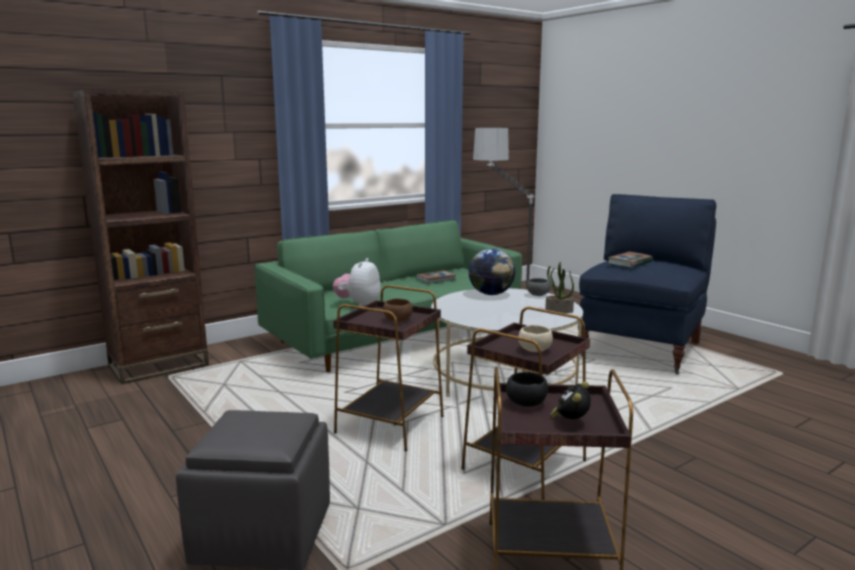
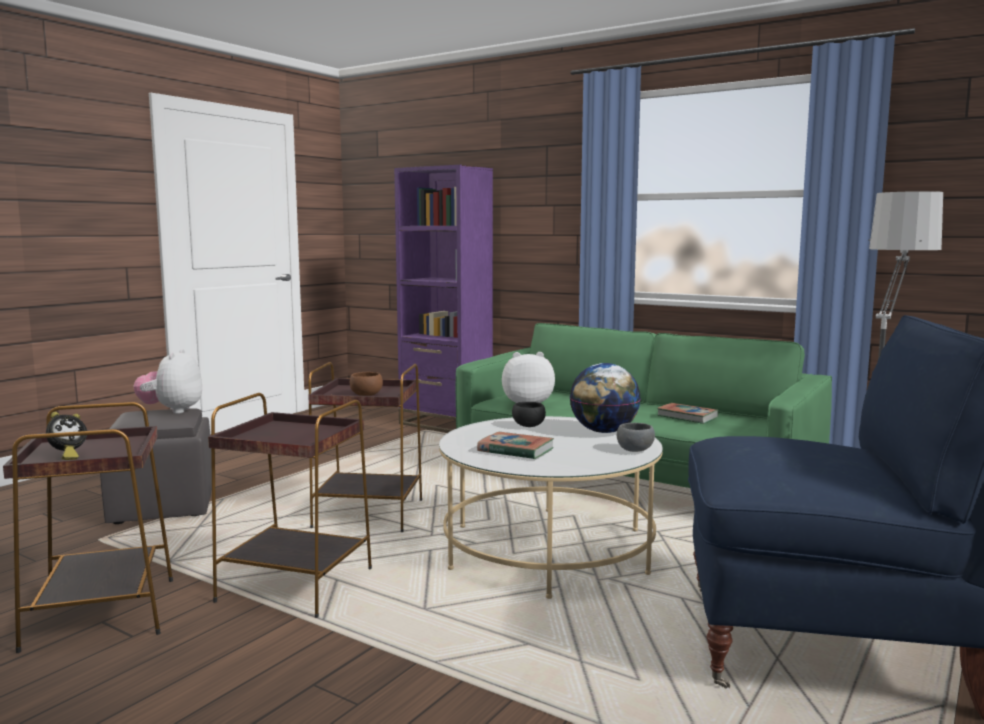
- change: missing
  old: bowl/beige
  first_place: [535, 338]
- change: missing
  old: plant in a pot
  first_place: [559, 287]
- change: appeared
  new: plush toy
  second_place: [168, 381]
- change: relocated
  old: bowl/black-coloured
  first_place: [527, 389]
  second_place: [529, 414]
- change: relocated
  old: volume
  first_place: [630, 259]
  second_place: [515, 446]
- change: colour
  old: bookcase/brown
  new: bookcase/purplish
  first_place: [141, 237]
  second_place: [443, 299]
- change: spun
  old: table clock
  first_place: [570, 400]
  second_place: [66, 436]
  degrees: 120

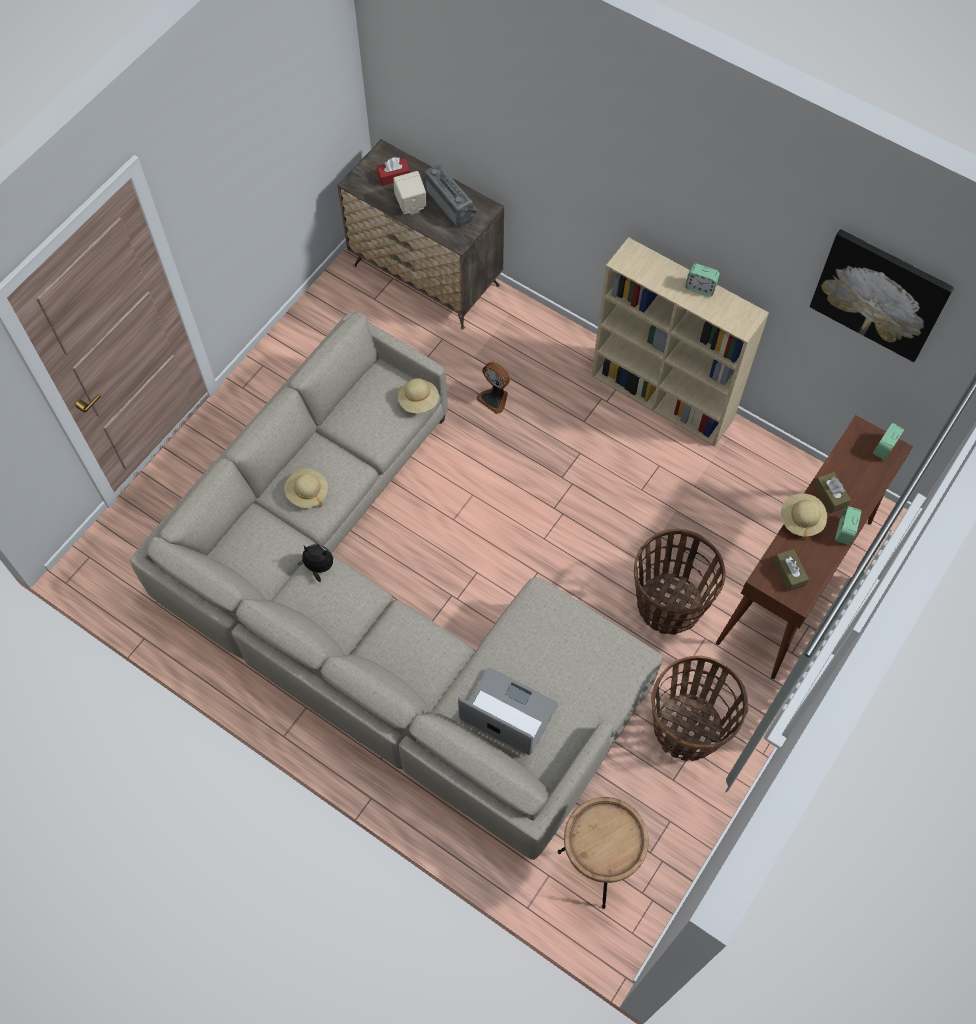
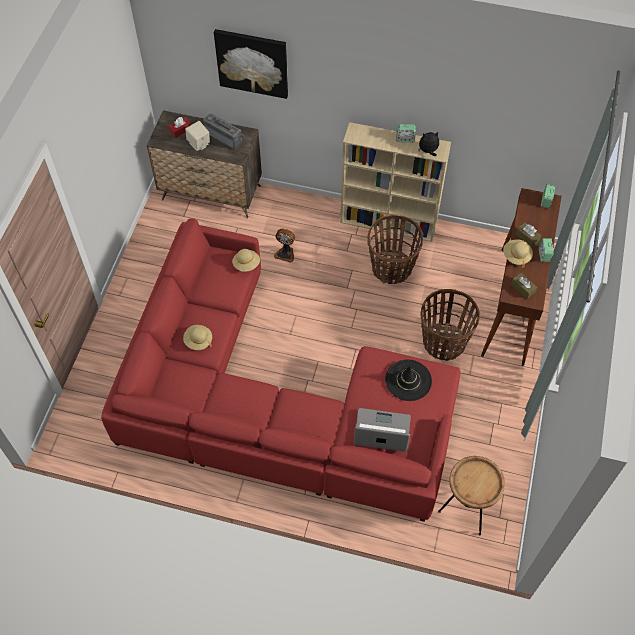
- change: appeared
  new: clothing hat/black-coloured
  second_place: [408, 380]
- change: relocated
  old: plush toy
  first_place: [315, 563]
  second_place: [429, 144]
- change: relocated
  old: basket
  first_place: [699, 708]
  second_place: [395, 249]
- change: relocated
  old: picture
  first_place: [882, 295]
  second_place: [251, 64]
- change: colour
  old: sofa/beige
  new: sofa/reddish
  first_place: [396, 586]
  second_place: [280, 370]

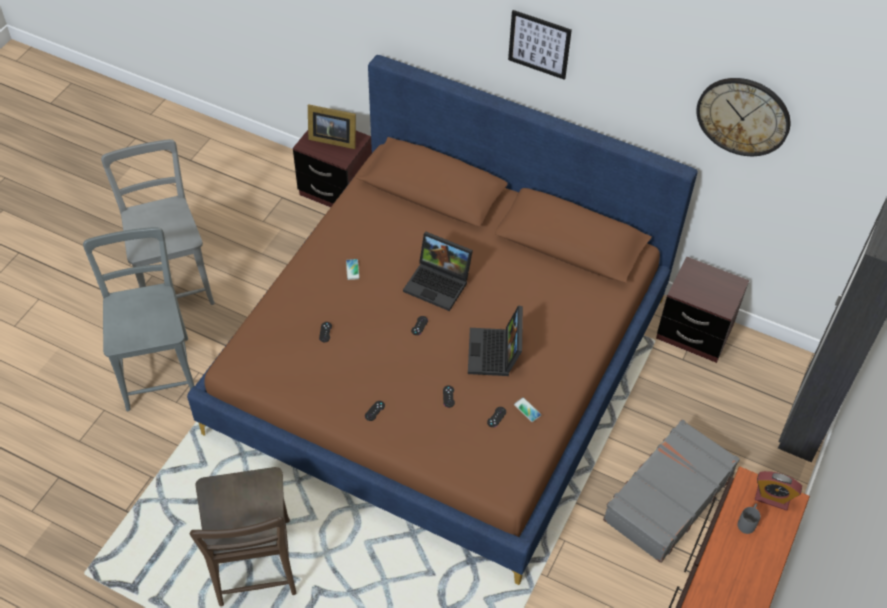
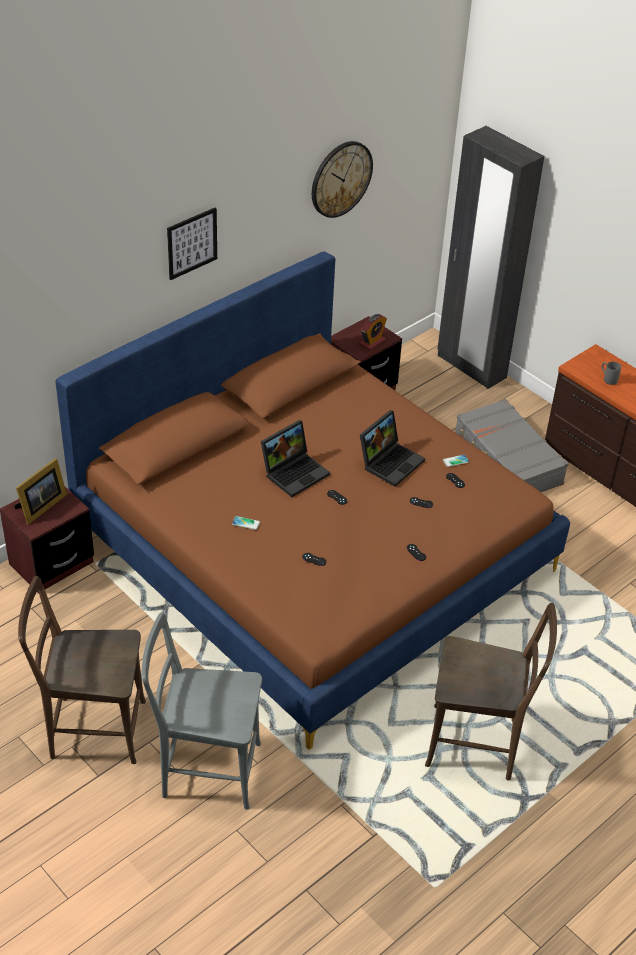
- change: relocated
  old: table clock
  first_place: [778, 491]
  second_place: [373, 332]
- change: colour
  old: chair/greyish
  new: chair/brown
  first_place: [158, 222]
  second_place: [82, 670]
- change: spun
  old: notebook computer
  first_place: [495, 340]
  second_place: [392, 448]
  degrees: -75

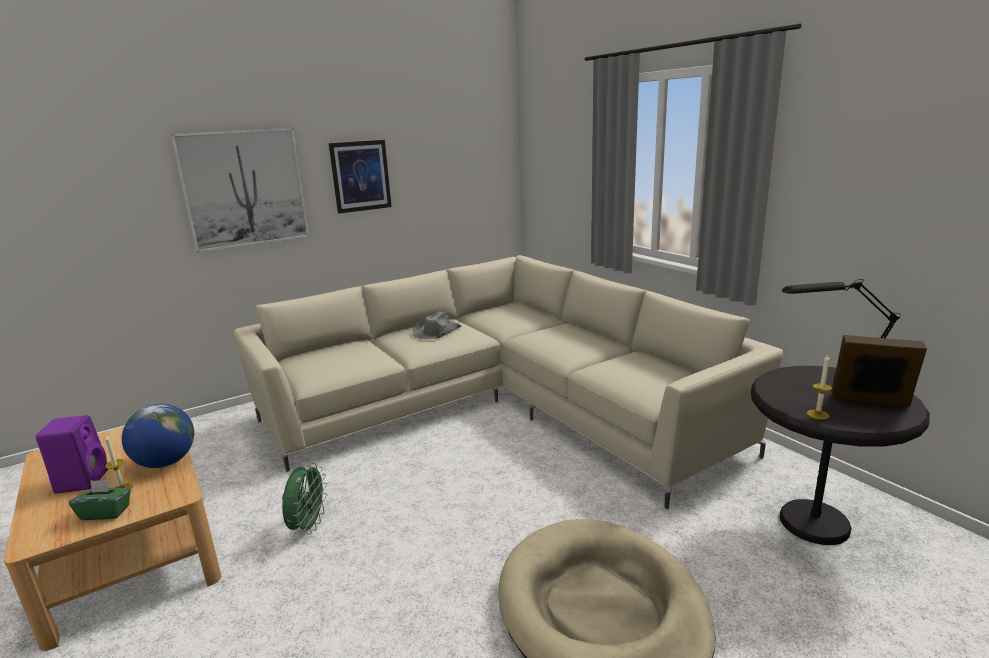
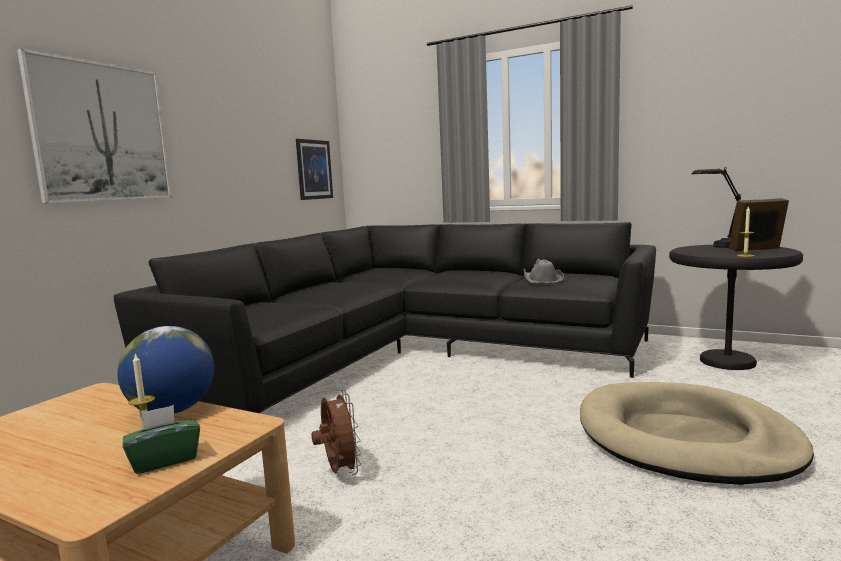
- change: missing
  old: loudspeaker/purplish
  first_place: [72, 454]
- change: relocated
  old: picture
  first_place: [360, 177]
  second_place: [314, 169]
- change: relocated
  old: clothing hat/greyish
  first_place: [437, 325]
  second_place: [544, 271]
- change: colour
  old: sofa/beige
  new: sofa/black-coloured
  first_place: [508, 382]
  second_place: [385, 317]
- change: colour
  old: cooling fan/greenish
  new: cooling fan/brown
  first_place: [305, 499]
  second_place: [336, 432]

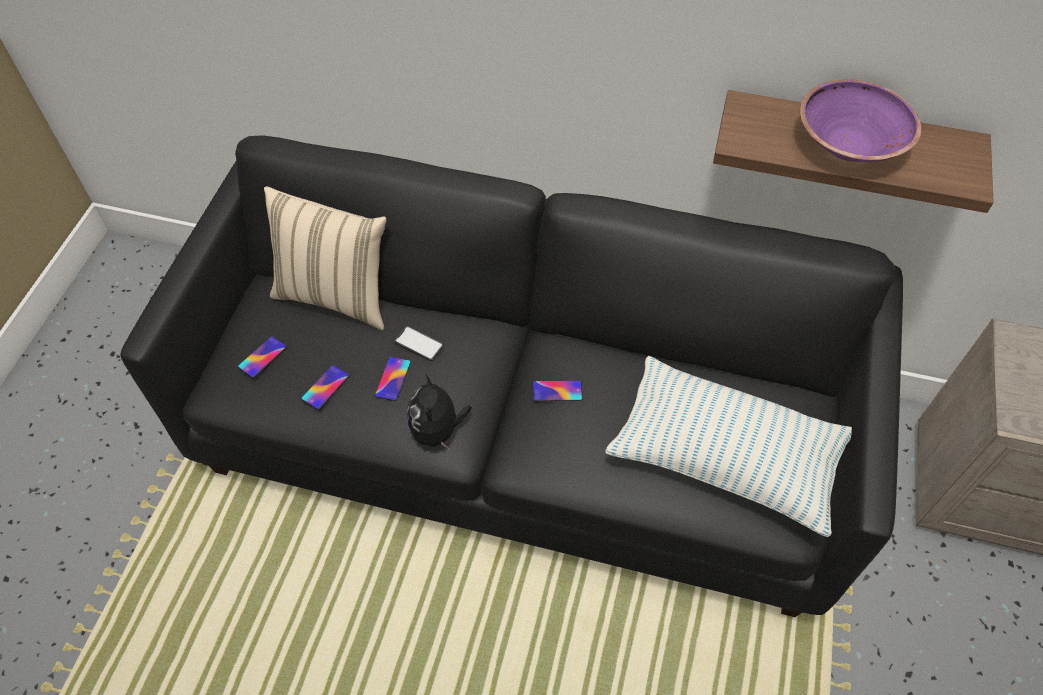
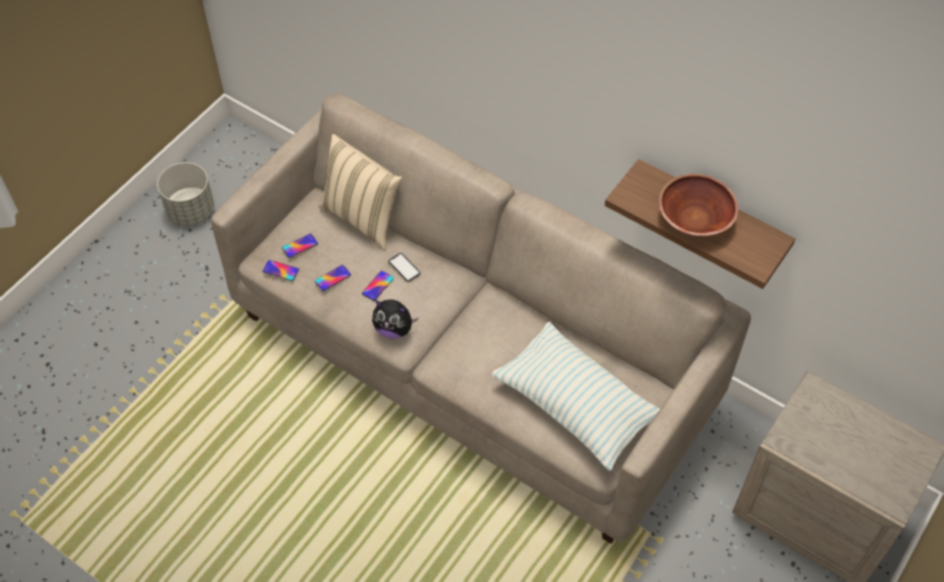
- change: appeared
  new: planter/greyish
  second_place: [185, 194]
- change: relocated
  old: telephone
  first_place: [558, 390]
  second_place: [281, 270]
- change: colour
  old: sofa/black-coloured
  new: sofa/beige
  first_place: [511, 376]
  second_place: [481, 319]
- change: colour
  old: bowl/purplish
  new: bowl/brown
  first_place: [861, 120]
  second_place: [698, 205]
- change: spun
  old: plush toy
  first_place: [439, 413]
  second_place: [395, 319]
  degrees: -90

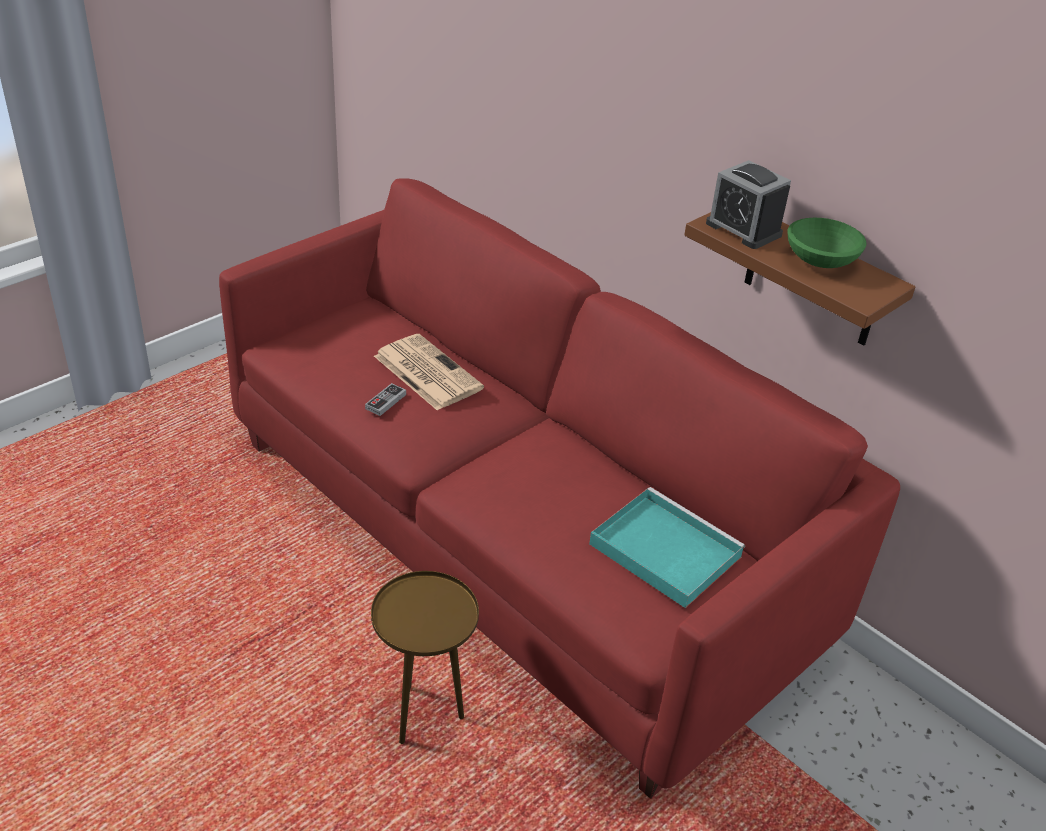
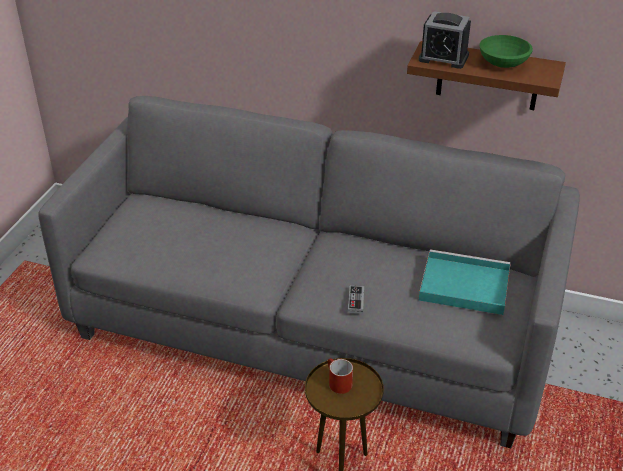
- change: missing
  old: daily paper
  first_place: [429, 372]
- change: appeared
  new: mug/reddish
  second_place: [340, 376]
- change: relocated
  old: joypad
  first_place: [385, 399]
  second_place: [356, 299]
- change: colour
  old: sofa/reddish
  new: sofa/greyish
  first_place: [559, 488]
  second_place: [309, 272]

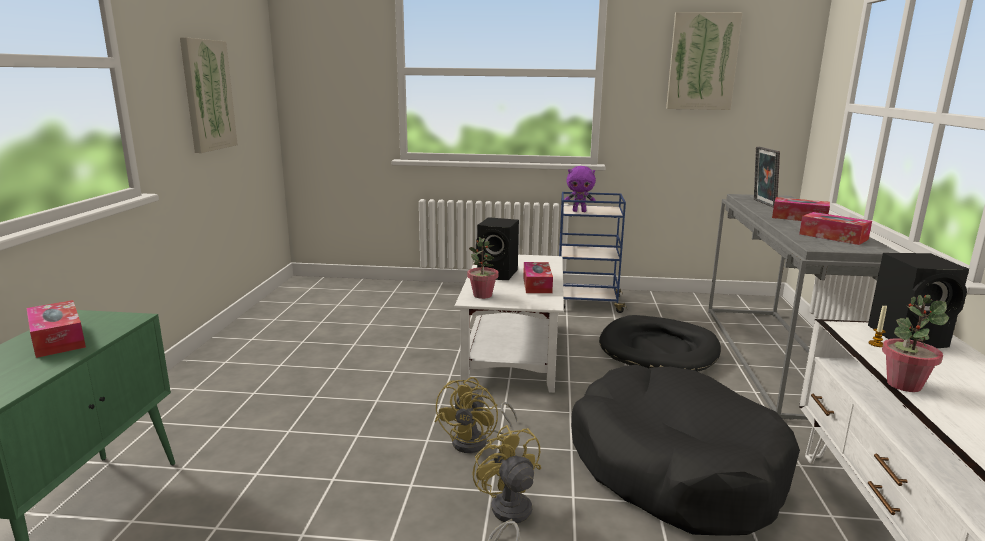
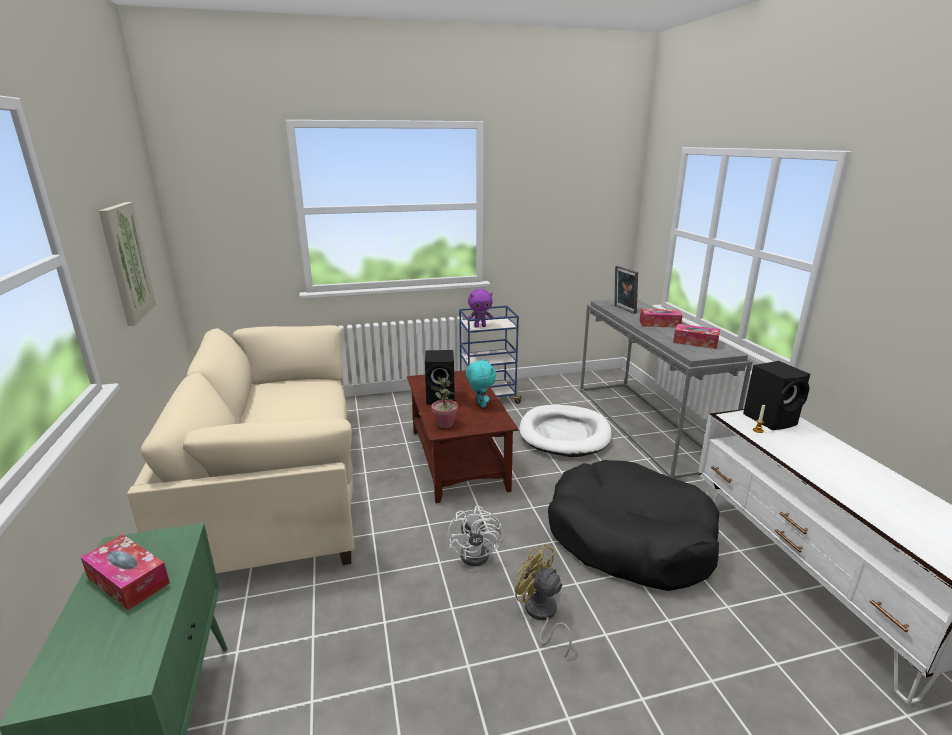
- change: missing
  old: picture
  first_place: [704, 61]
- change: missing
  old: plant in a pot
  first_place: [915, 343]
- change: appeared
  new: sofa/beige
  second_place: [240, 449]
- change: exchanged
  old: tissue box
  new: plush toy/turquoise-coloured
  first_place: [538, 277]
  second_place: [481, 383]
- change: colour
  old: cooling fan/yellow-coloured
  new: cooling fan/whitish
  first_place: [476, 415]
  second_place: [475, 535]
- change: colour
  old: coffee table/whitish
  new: coffee table/brown
  first_place: [509, 324]
  second_place: [462, 436]
- change: colour
  old: dog cushion/black-coloured
  new: dog cushion/whitish
  first_place: [660, 343]
  second_place: [565, 431]

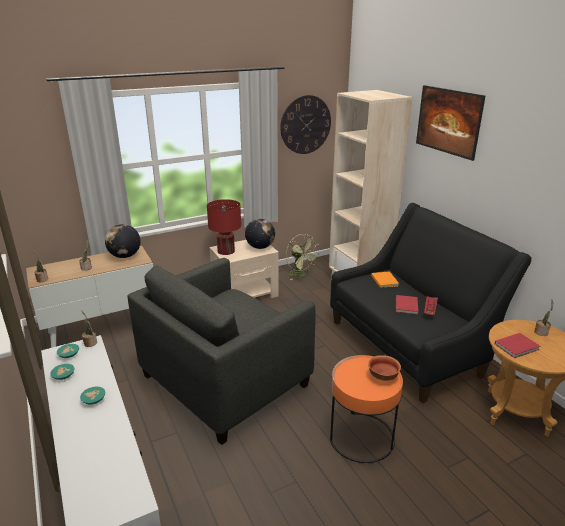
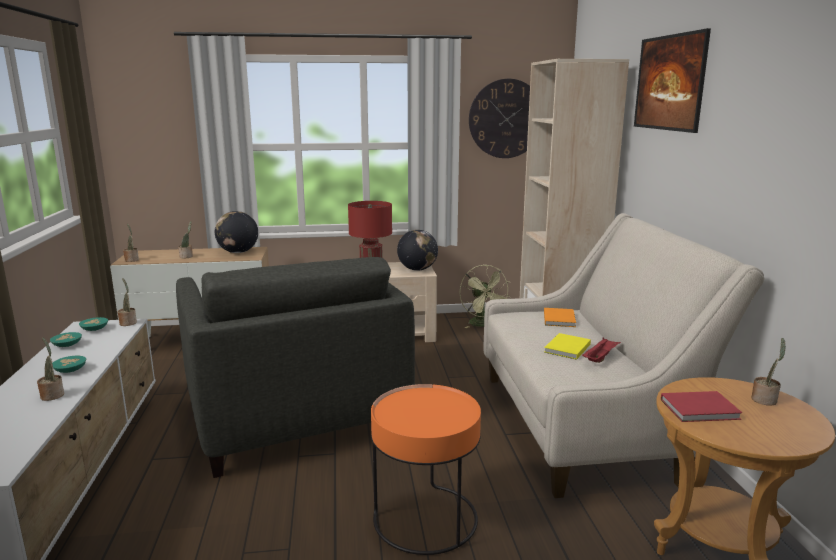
- change: missing
  old: bowl
  first_place: [384, 368]
- change: appeared
  new: plant in a pot
  second_place: [50, 369]
- change: colour
  old: sofa/black-coloured
  new: sofa/beige
  first_place: [431, 303]
  second_place: [624, 355]
- change: colour
  old: volume/reddish
  new: volume/yellow-coloured
  first_place: [407, 305]
  second_place: [567, 346]
- change: spun
  old: armchair/greyish
  first_place: [221, 351]
  second_place: [295, 367]
  degrees: -90

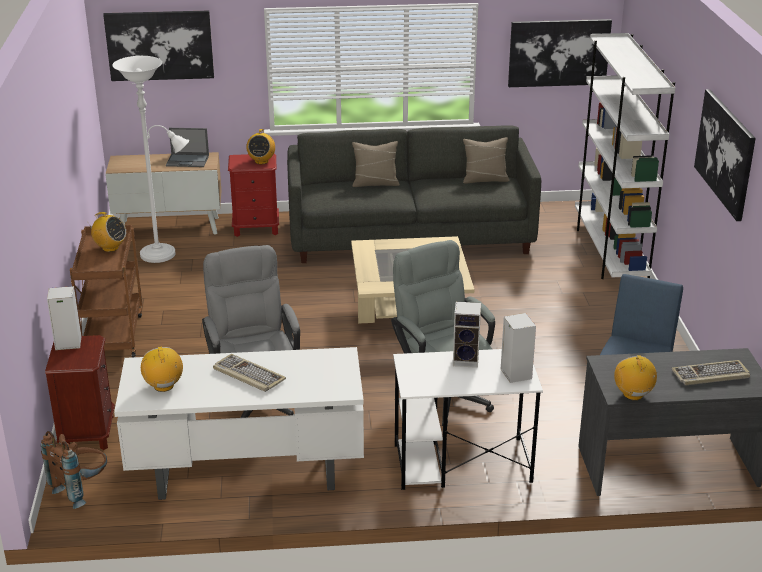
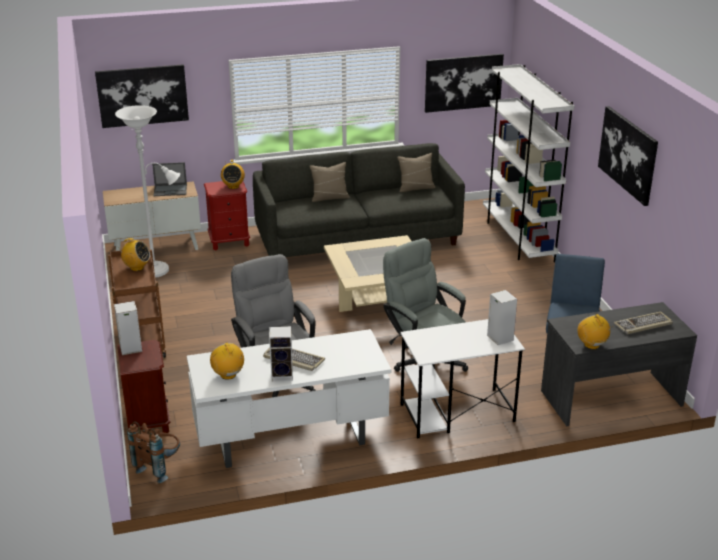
- change: relocated
  old: loudspeaker
  first_place: [467, 335]
  second_place: [281, 354]

